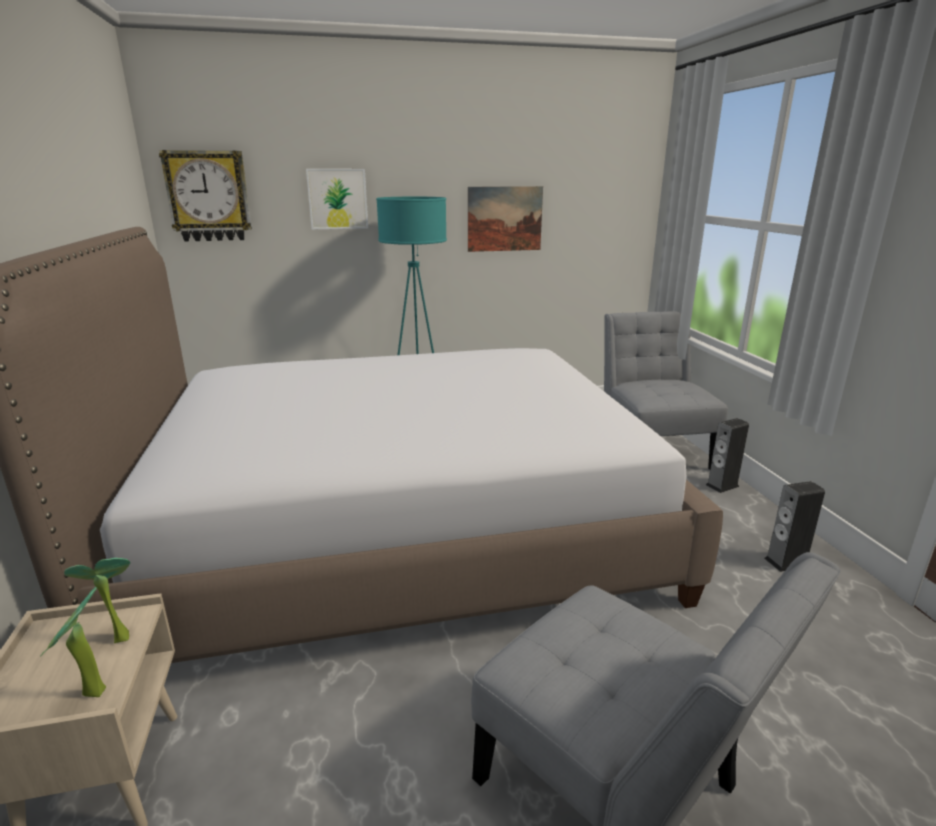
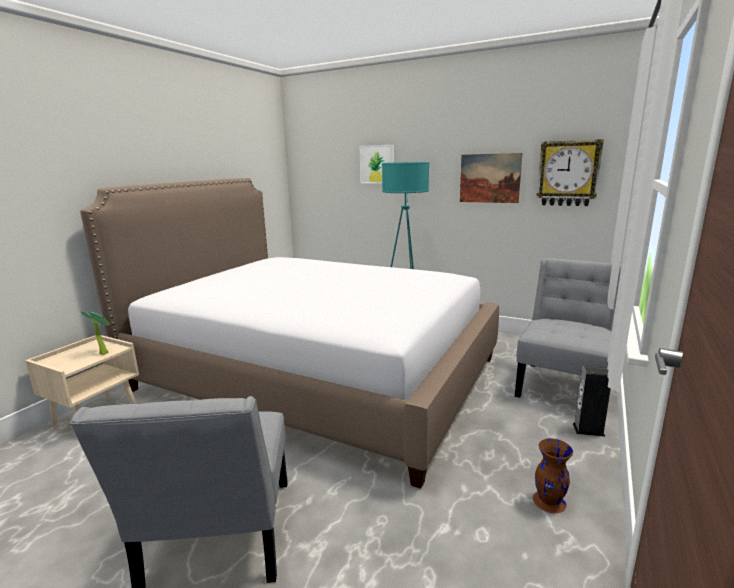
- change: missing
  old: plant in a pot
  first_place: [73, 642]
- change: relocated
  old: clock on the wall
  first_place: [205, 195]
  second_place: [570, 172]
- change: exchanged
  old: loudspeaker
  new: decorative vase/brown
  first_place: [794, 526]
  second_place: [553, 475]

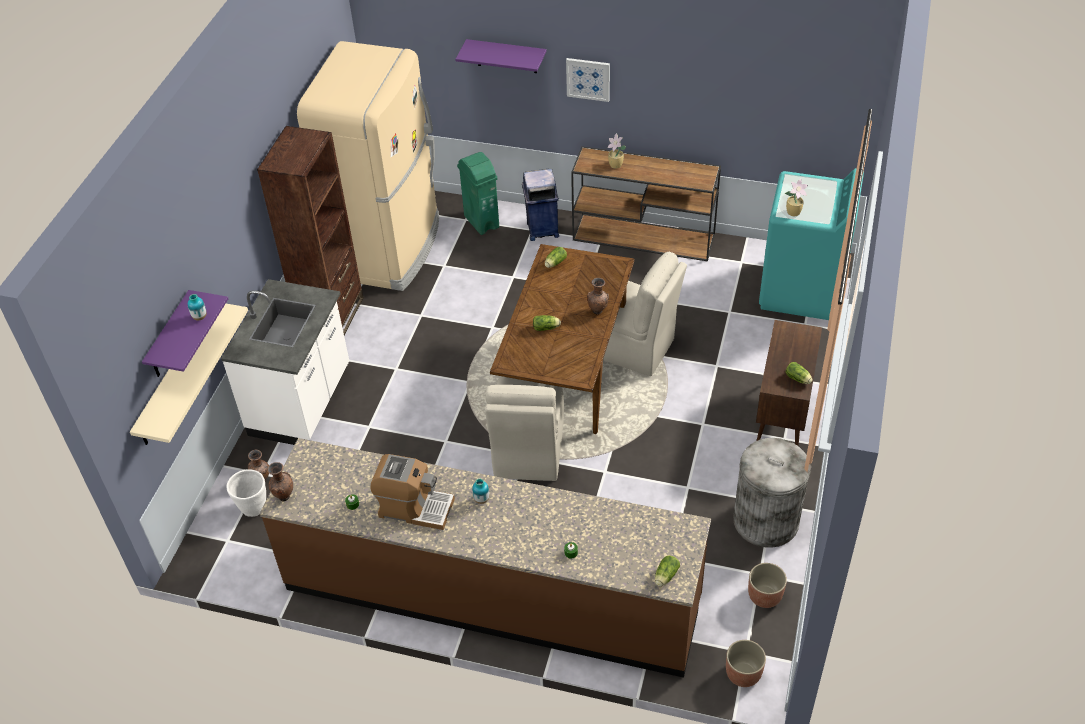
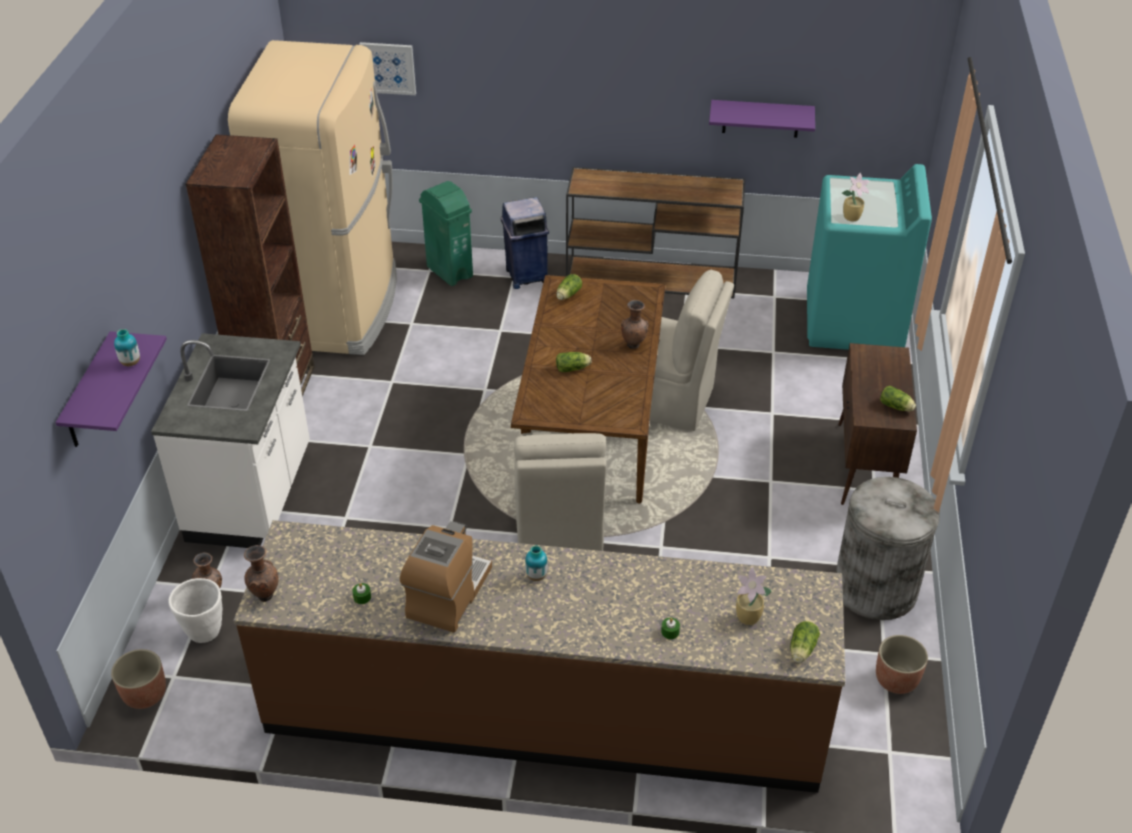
- change: missing
  old: shelf/beige
  first_place: [189, 374]
- change: relocated
  old: shelf/purplish
  first_place: [501, 56]
  second_place: [762, 119]
- change: relocated
  old: picture
  first_place: [588, 80]
  second_place: [387, 68]
- change: relocated
  old: plant in a pot
  first_place: [616, 151]
  second_place: [754, 596]
- change: relocated
  old: planter
  first_place: [746, 663]
  second_place: [138, 679]
- change: spun
  old: coffee brewer
  first_place: [413, 492]
  second_place: [446, 577]
  degrees: -75

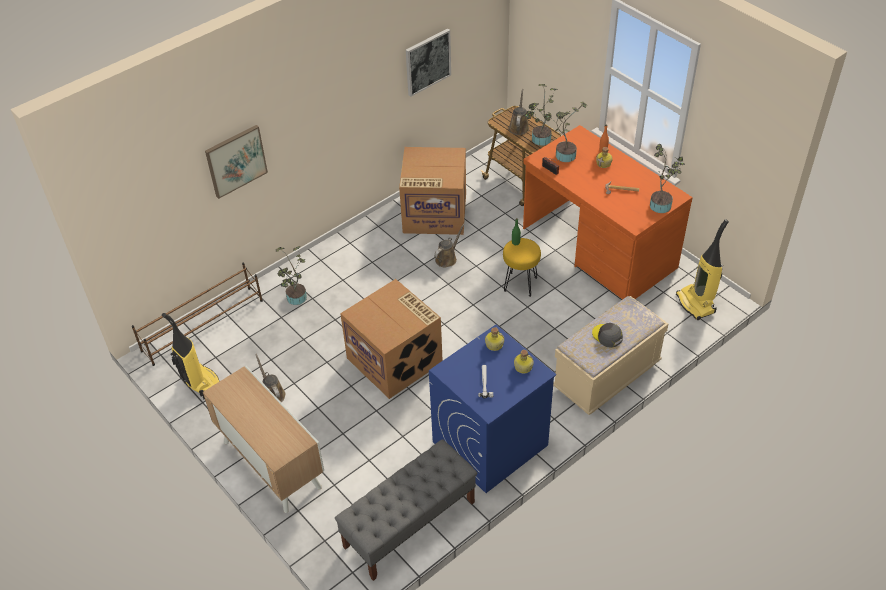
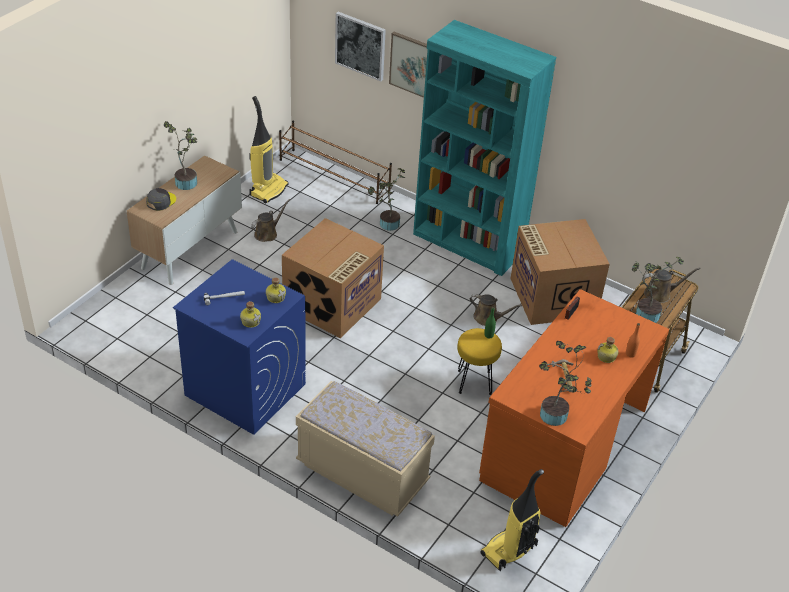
- change: missing
  old: bench/greyish
  first_place: [406, 510]
- change: appeared
  new: bookcase/turquoise-coloured
  second_place: [484, 148]
- change: relocated
  old: picture
  first_place: [428, 62]
  second_place: [360, 46]
- change: relocated
  old: plant in a pot
  first_place: [566, 132]
  second_place: [180, 155]
- change: relocated
  old: cap/greyish
  first_place: [607, 335]
  second_place: [161, 199]

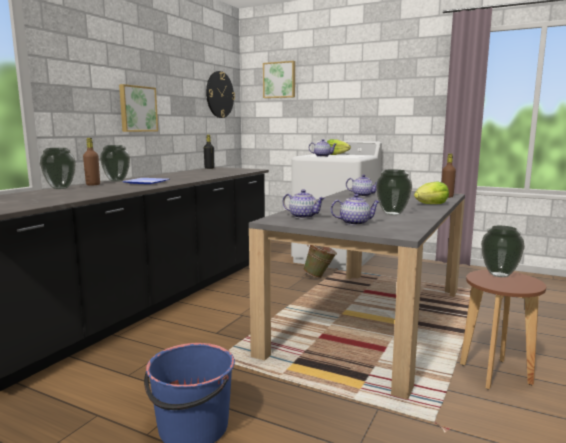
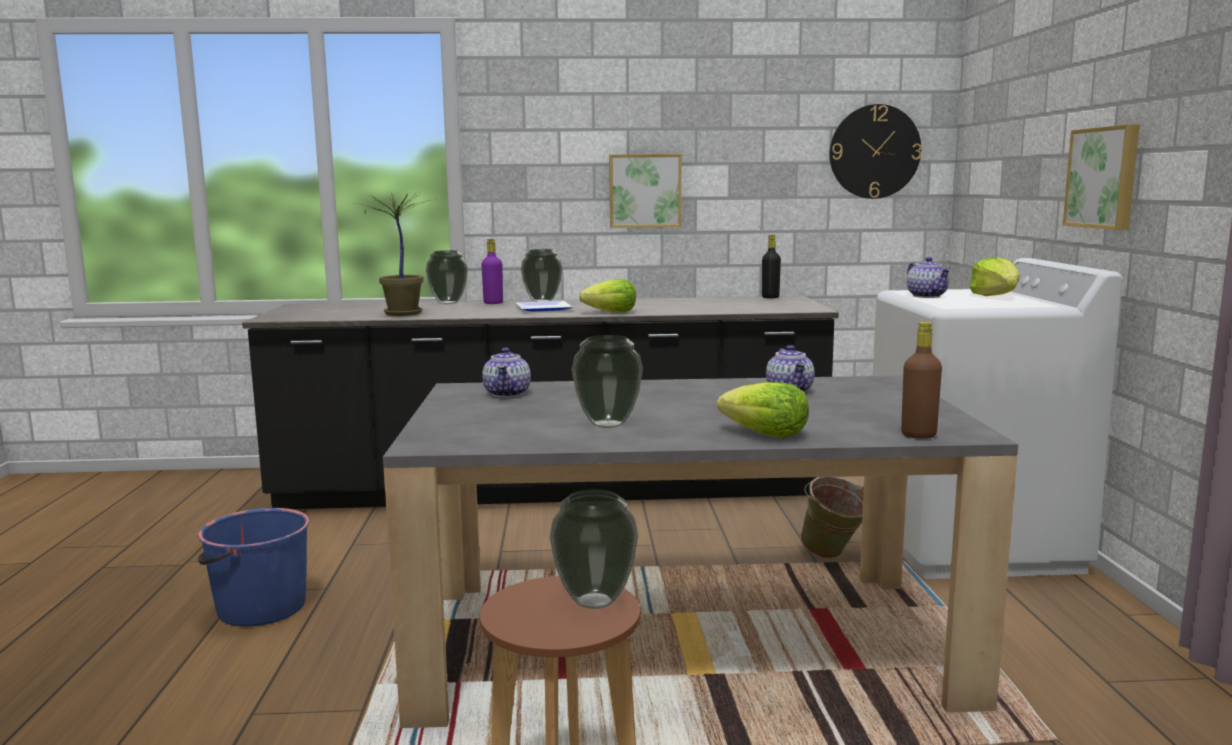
- change: missing
  old: teapot
  first_place: [355, 209]
- change: appeared
  new: plant in a pot
  second_place: [396, 254]
- change: appeared
  new: lettuce head
  second_place: [607, 295]
- change: relocated
  old: picture
  first_place: [279, 79]
  second_place: [1101, 177]
- change: colour
  old: bottle/brown
  new: bottle/purplish
  first_place: [91, 162]
  second_place: [492, 271]

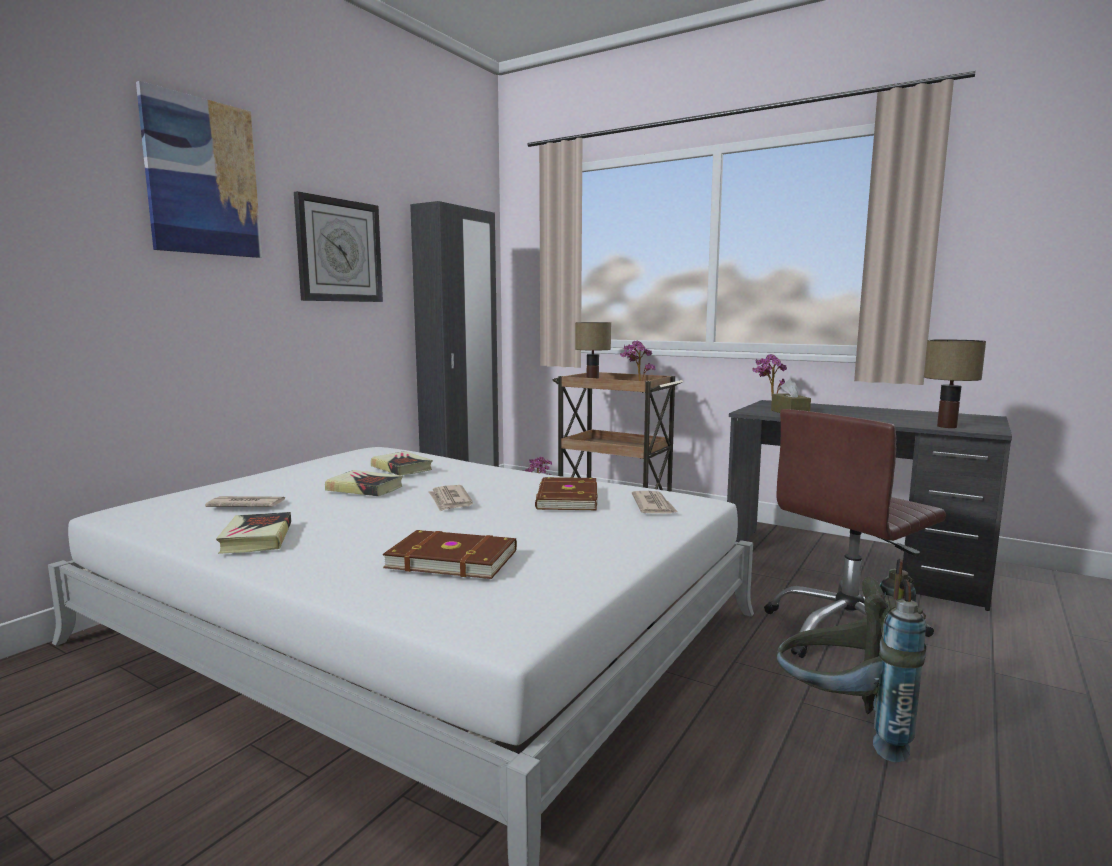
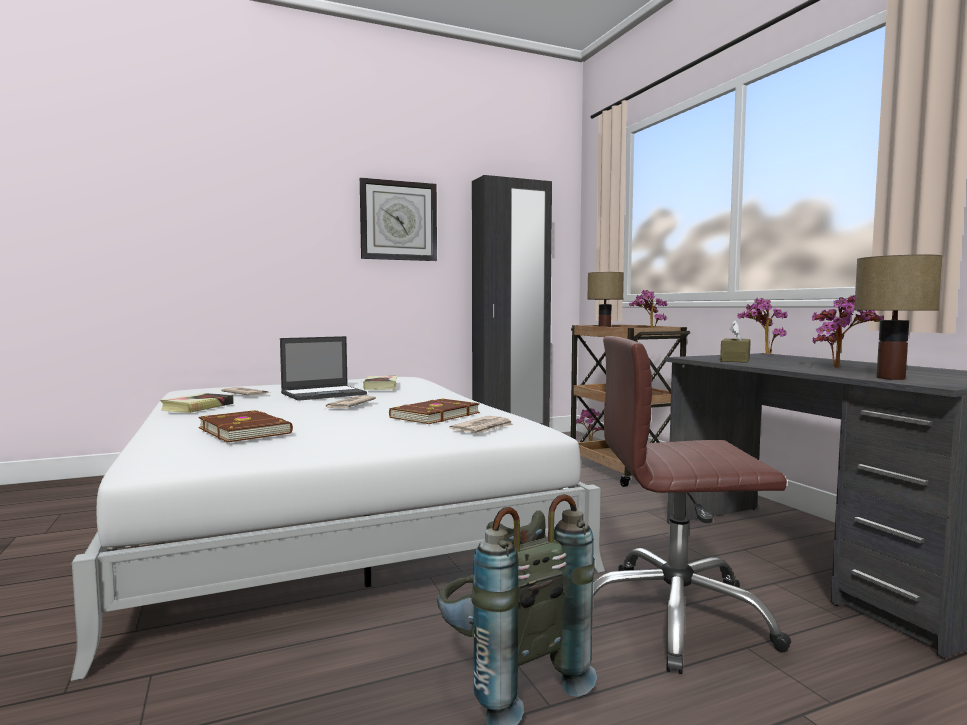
- change: missing
  old: picture
  first_place: [199, 169]
- change: appeared
  new: plant in a pot
  second_place: [848, 331]
- change: exchanged
  old: volume
  new: notebook computer
  first_place: [364, 483]
  second_place: [323, 368]

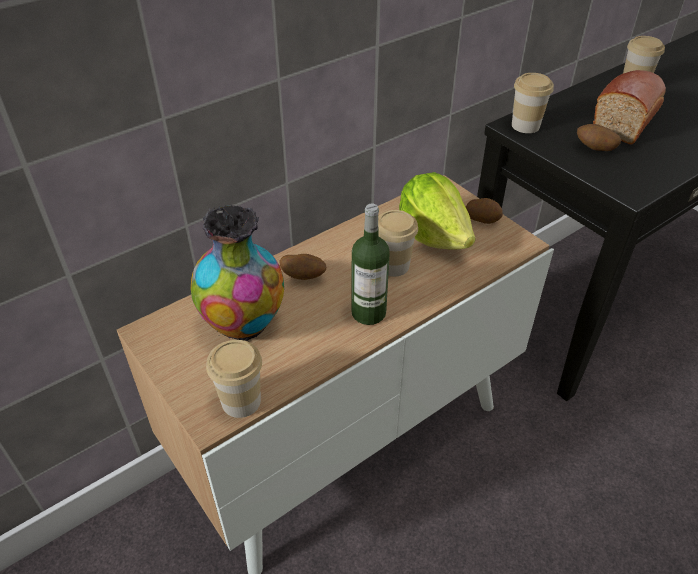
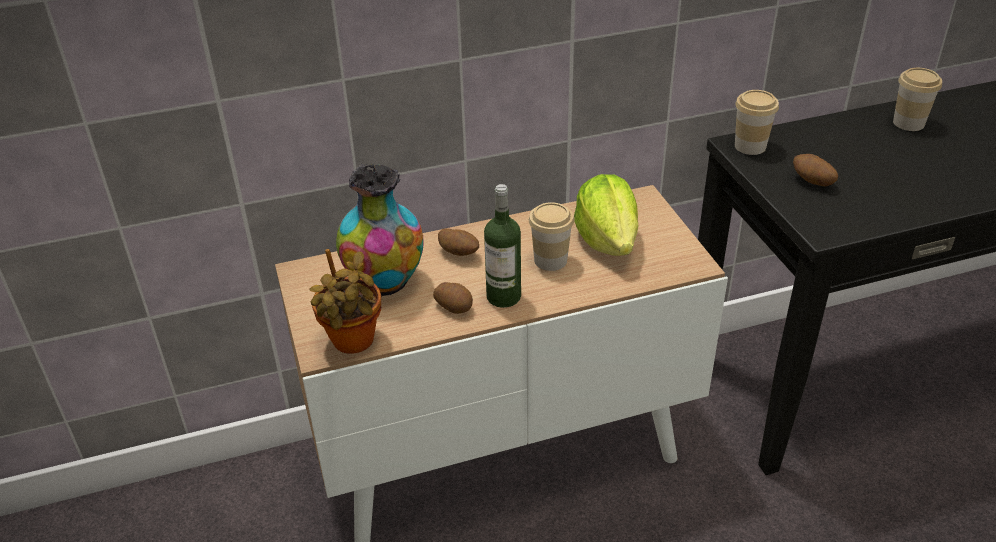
- change: missing
  old: bread
  first_place: [629, 107]
- change: relocated
  old: whole potato
  first_place: [484, 211]
  second_place: [453, 298]
- change: exchanged
  old: small cup
  new: plant in a pot
  first_place: [234, 379]
  second_place: [345, 301]

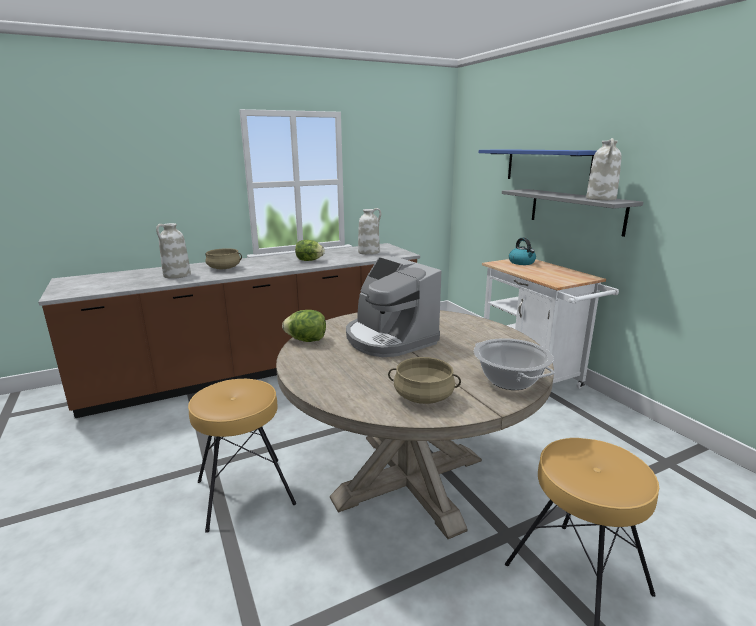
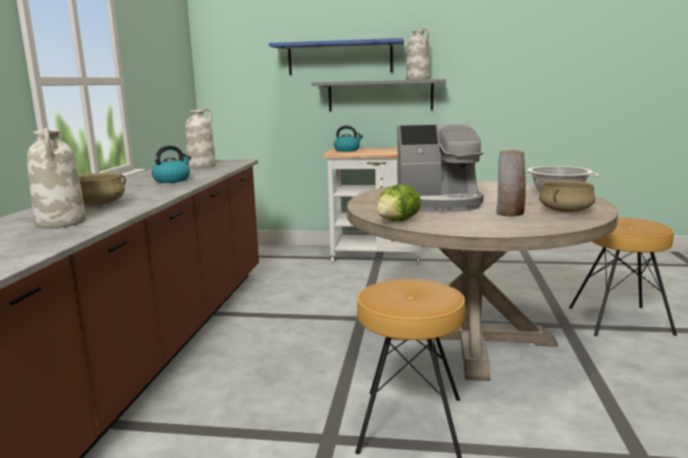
- change: appeared
  new: decorative vase
  second_place: [510, 183]
- change: exchanged
  old: lettuce head
  new: tea kettle
  first_place: [310, 250]
  second_place: [171, 164]

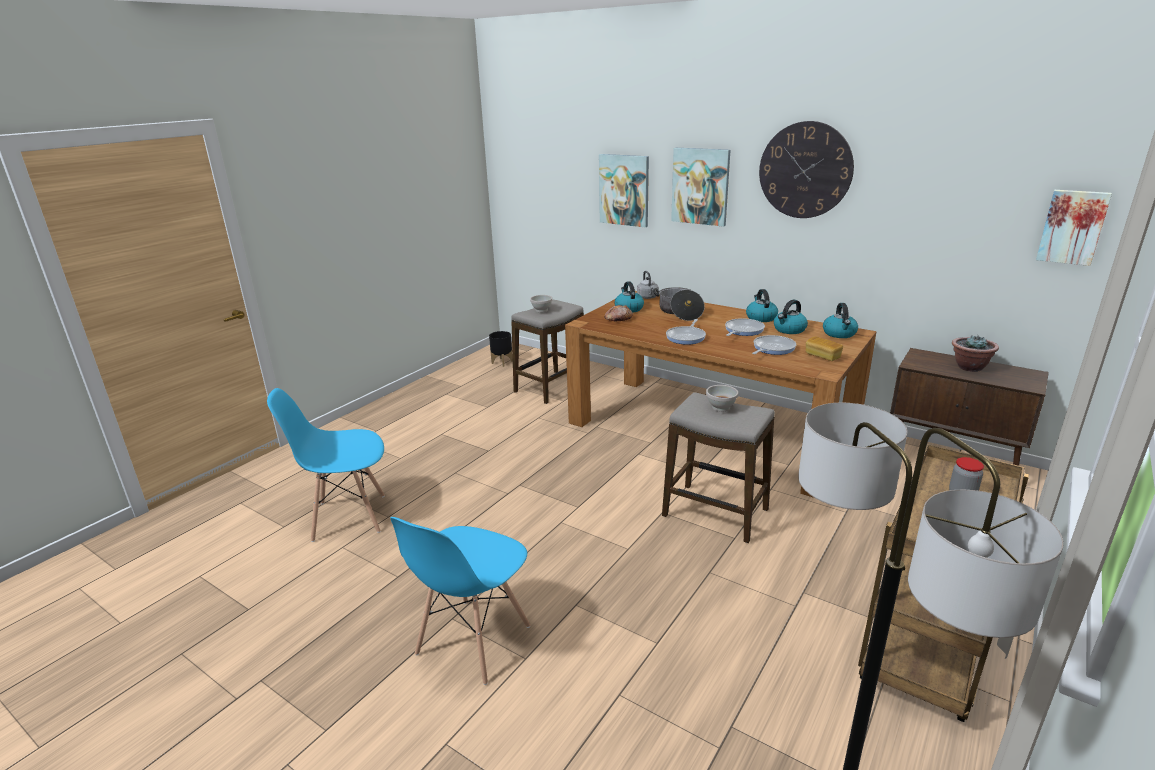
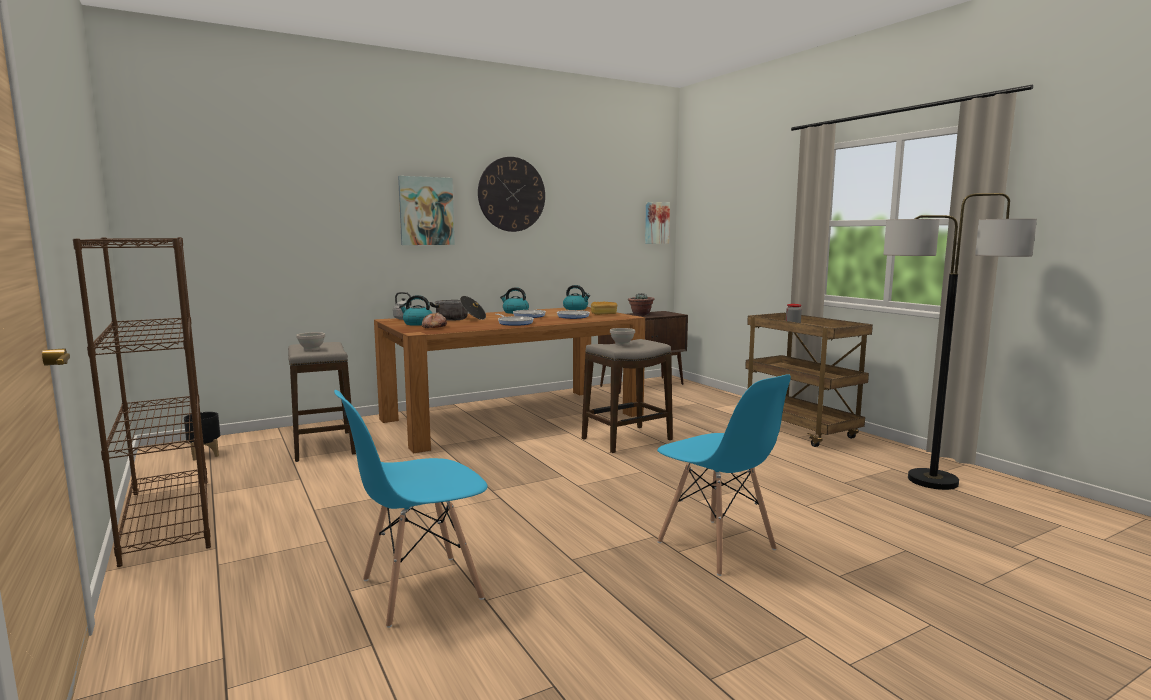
- change: missing
  old: picture
  first_place: [624, 190]
- change: missing
  old: tea kettle
  first_place: [791, 317]
- change: appeared
  new: bookcase/brown
  second_place: [142, 402]
- change: spun
  old: chair/blue-coloured
  first_place: [326, 465]
  second_place: [411, 509]
  degrees: 45

